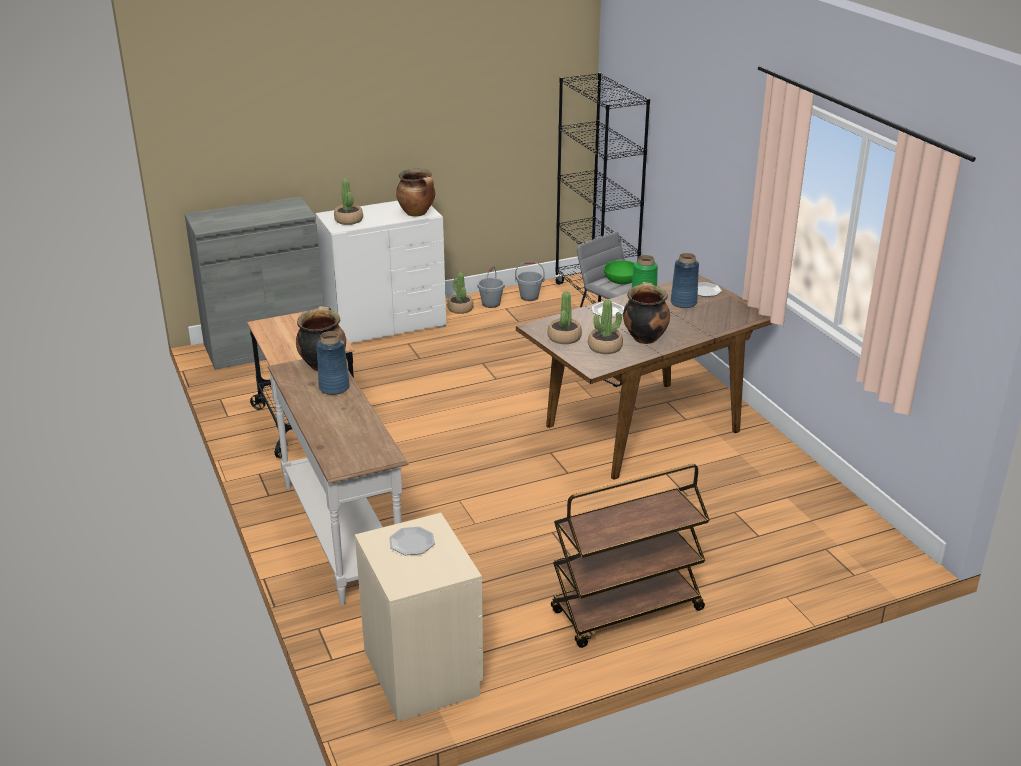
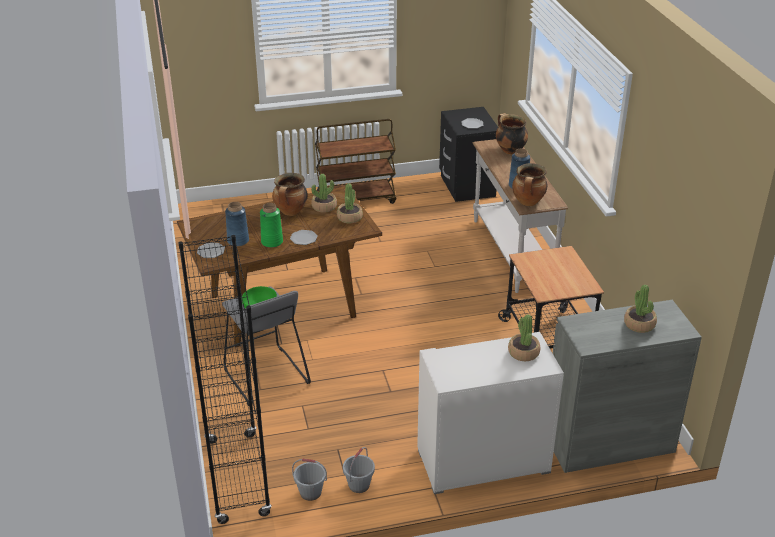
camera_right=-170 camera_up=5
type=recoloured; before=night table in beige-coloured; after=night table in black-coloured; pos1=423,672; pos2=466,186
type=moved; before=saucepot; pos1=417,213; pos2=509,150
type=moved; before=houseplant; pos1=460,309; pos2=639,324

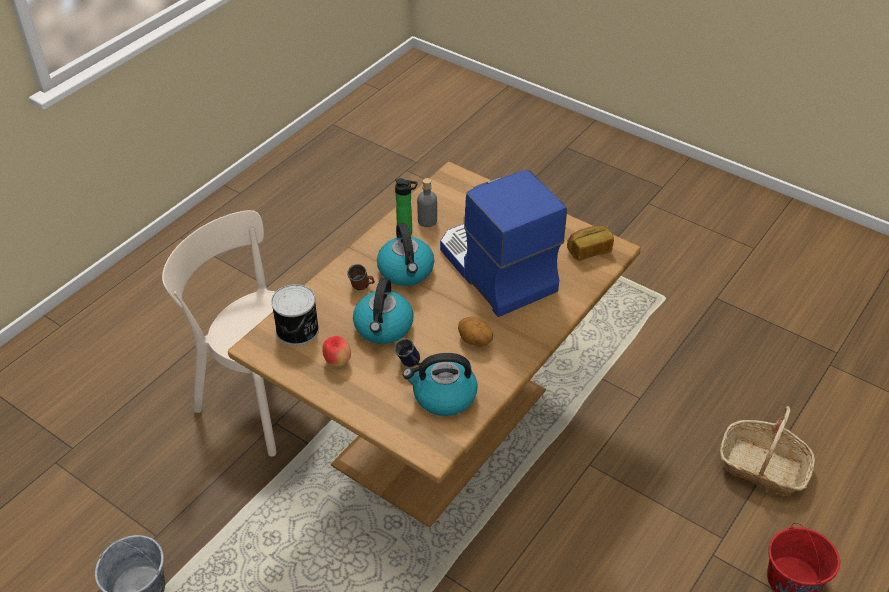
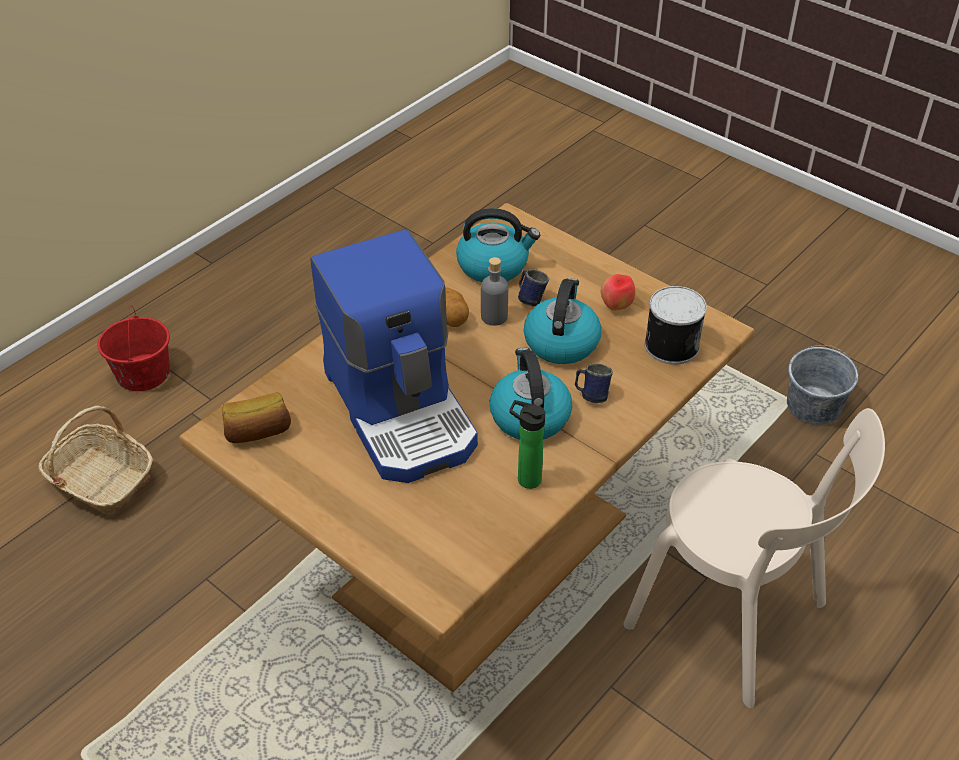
camera_right=-175 camera_up=0
type=recoloured; before=mug in brown-coloured; after=mug in blue; pos1=362,288; pos2=591,395
type=moved; before=beverage bottle in gray; pos1=427,221; pos2=494,316

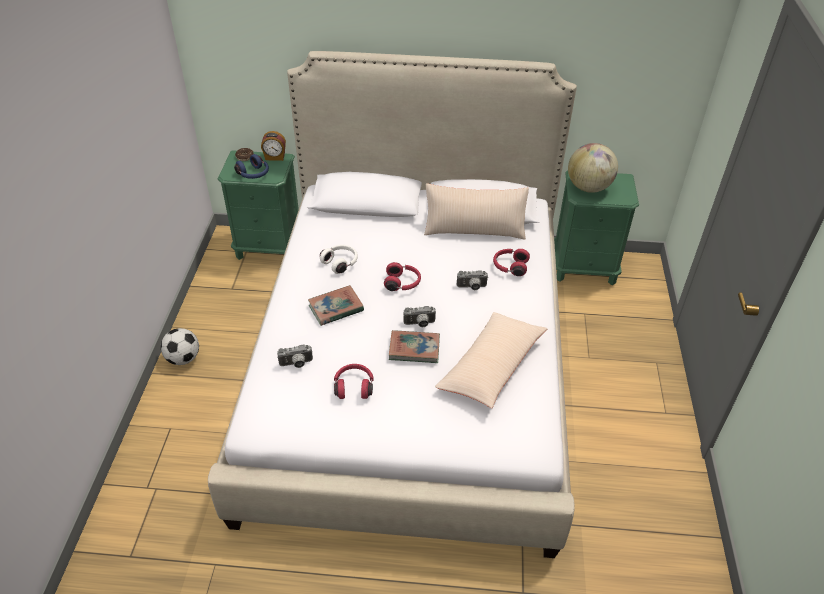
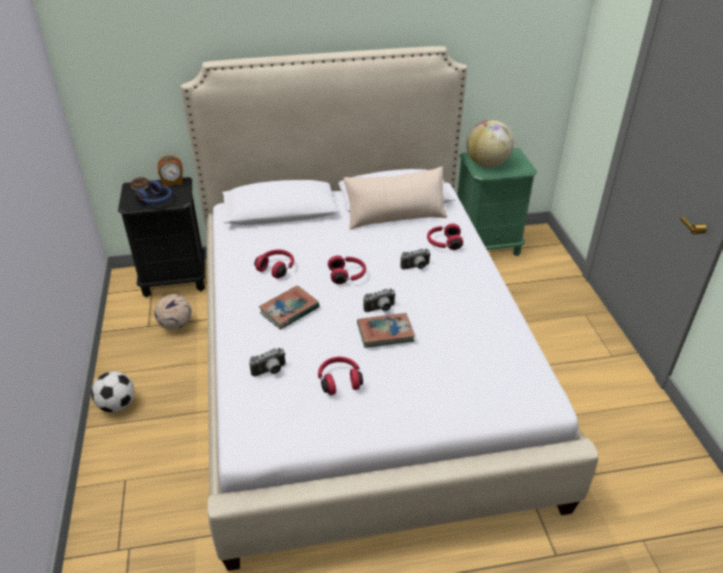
camera_right=-15 camera_up=-5
type=recoloured; before=night table in green-coloured; after=night table in black-coloured; pos1=269,246; pos2=174,279
type=recoloured; before=pair of headphones in whitish; after=pair of headphones in red-coloured; pos1=340,263; pos2=277,268
type=removed; before=pillow in beige-coloured; pos1=491,366
type=added; after=football ball; pos2=175,325

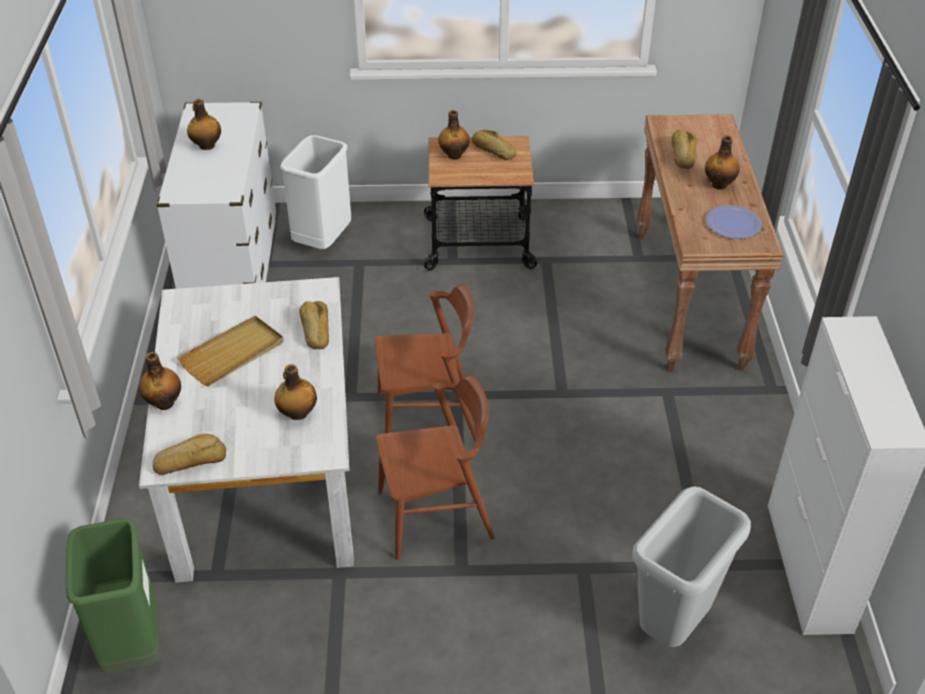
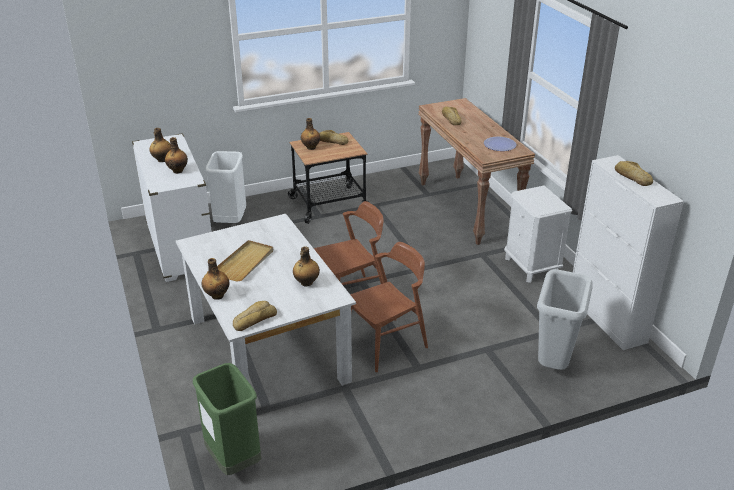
camera_right=-20 camera_up=-10
type=moved; before=baked bread; pos1=315,329; pos2=632,177
type=moved; before=beverage bottle; pos1=719,184; pos2=178,171
type=added; after=night table in whitish; pos2=531,267

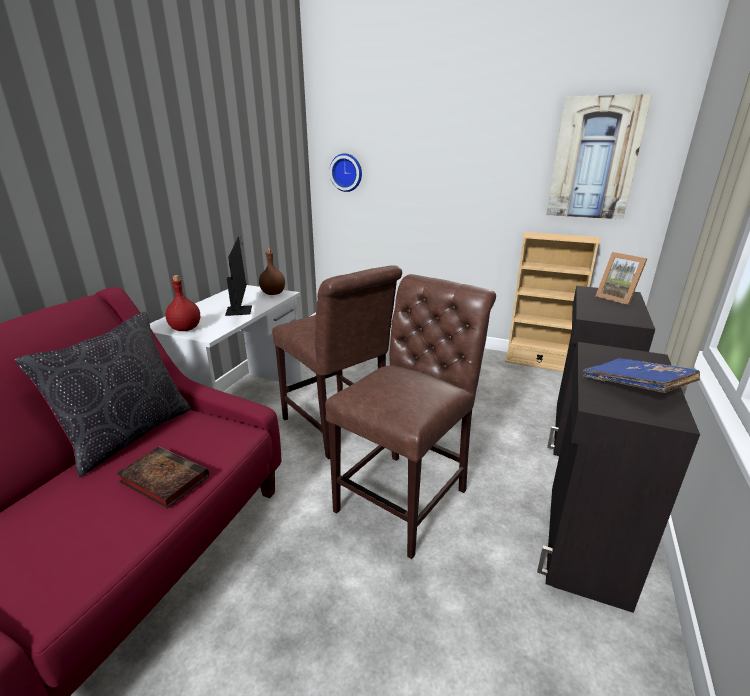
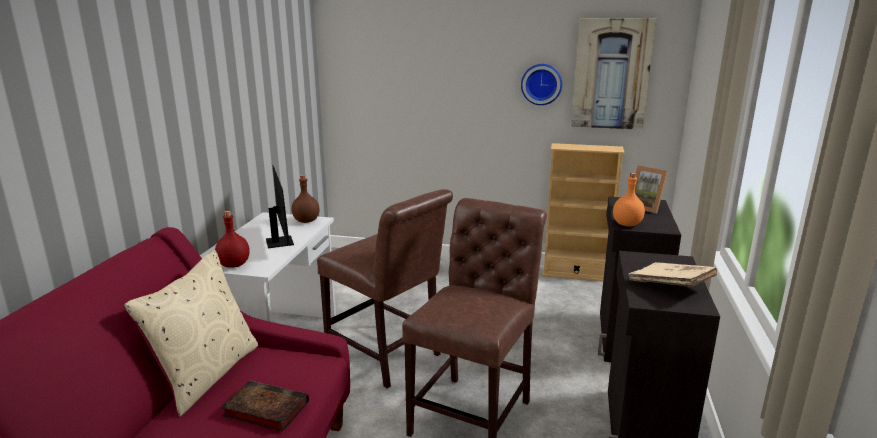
camera_right=-10 camera_up=-5
type=recoloured; before=pillow in black-coloured; after=pillow in beige-coloured; pos1=128,434; pos2=206,374
type=moved; before=hanging clock; pos1=346,172; pos2=541,84
type=recoloured; before=bound book in blue; after=bound book in beige-coloured; pos1=635,388; pos2=670,286
type=added; after=beverage bottle in orangey; pos2=627,224

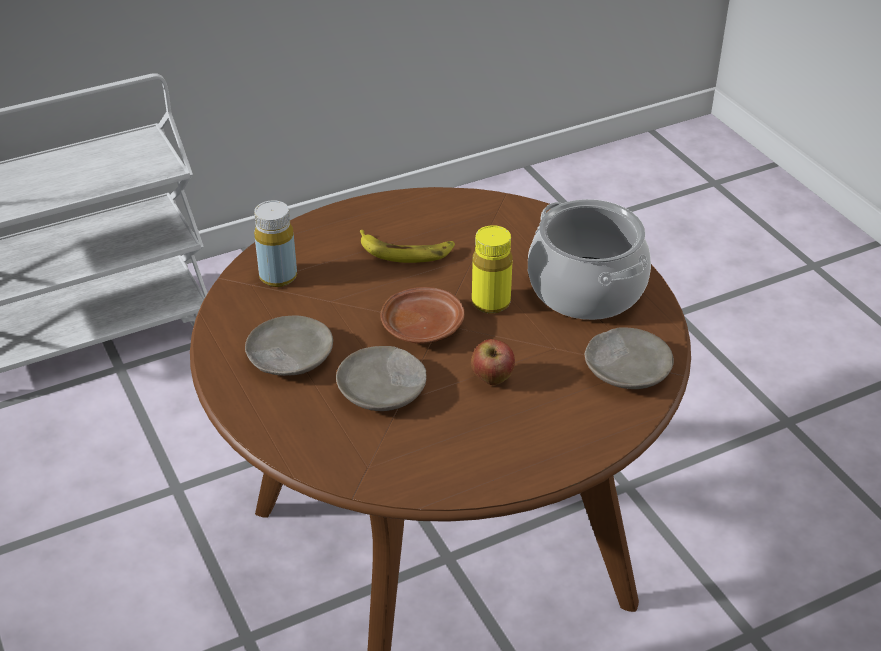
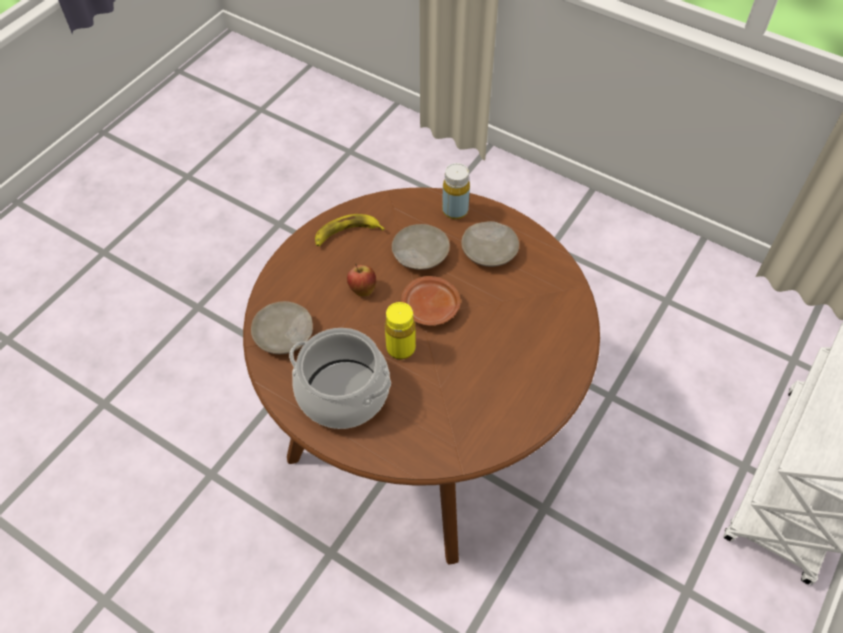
camera_right=150 camera_up=15
type=moved; before=beverage bottle in yellowish; pos1=278,276; pos2=455,211
type=moved; before=whole banana; pos1=406,251; pos2=347,233

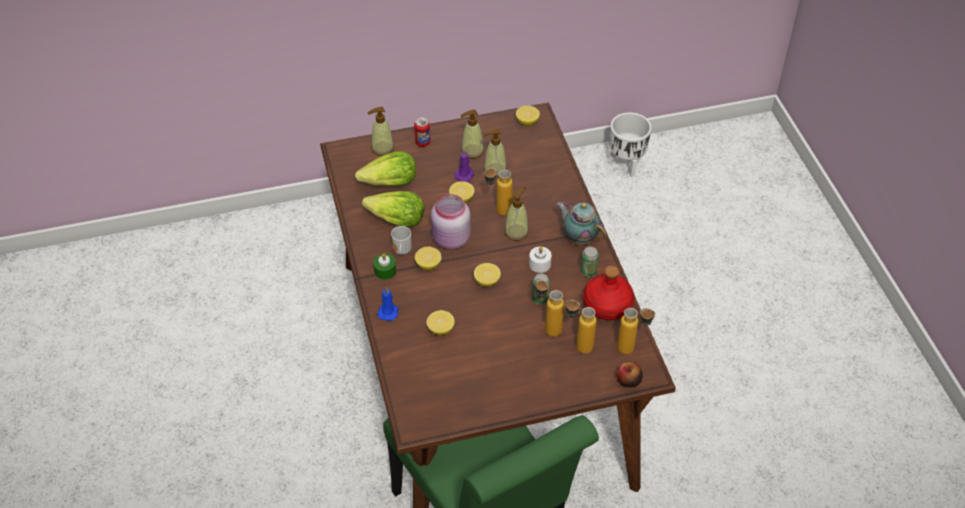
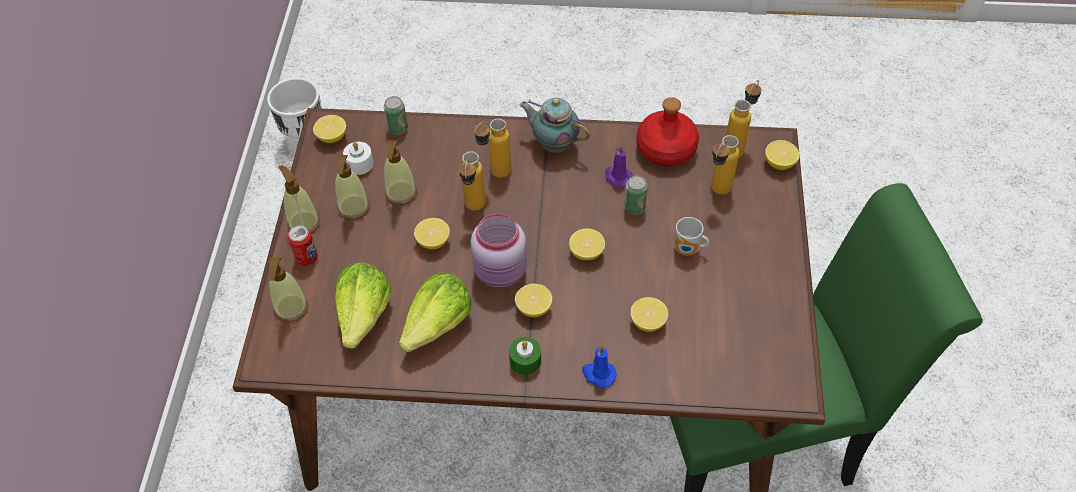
camera_right=-70 camera_up=5
type=moved; before=mug; pos1=401,251; pos2=687,250
type=moved; before=candle in purple; pos1=465,174; pos2=617,177
type=moved; before=soap dispenser; pos1=516,232; pos2=303,223
type=moved; before=candle in whitish; pos1=539,264; pos2=359,164
type=moved; before=beverage bottle; pos1=547,327; pos2=494,175
type=turned; before=pot for tea; pos1=579,238; pos2=554,144; turn=60
type=moved; before=metal can; pos1=588,271; pos2=398,128
type=replaced; before=whole apple; after=lemon; pos1=628,380; pos2=779,163

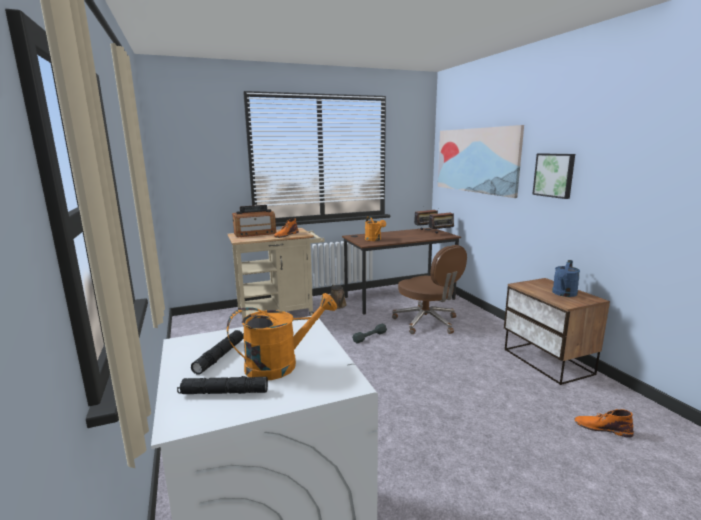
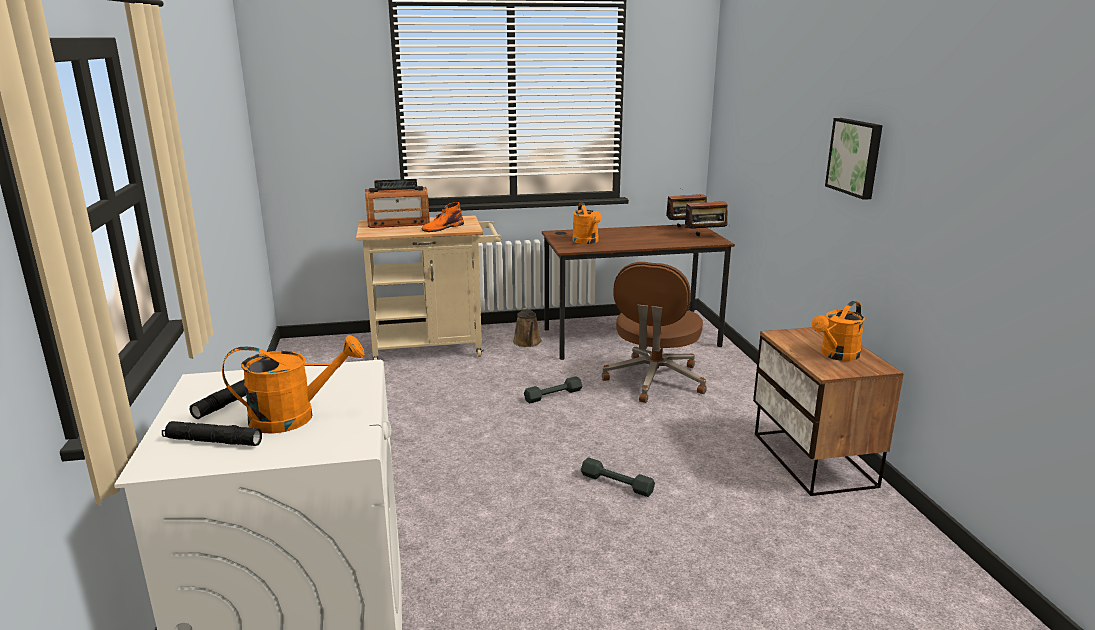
camera_right=10 camera_up=5
type=turned; before=computer chair in brown-coloured; pos1=427,322; pos2=654,381; turn=45
type=removed; before=wall art; pos1=475,160
type=recoloured; before=sprinkling can in blue; after=sprinkling can in orangey; pos1=563,294; pos2=836,355
type=removed; before=high-top boot in orangey; pos1=602,428
type=added; after=free weight in gray; pos2=617,483

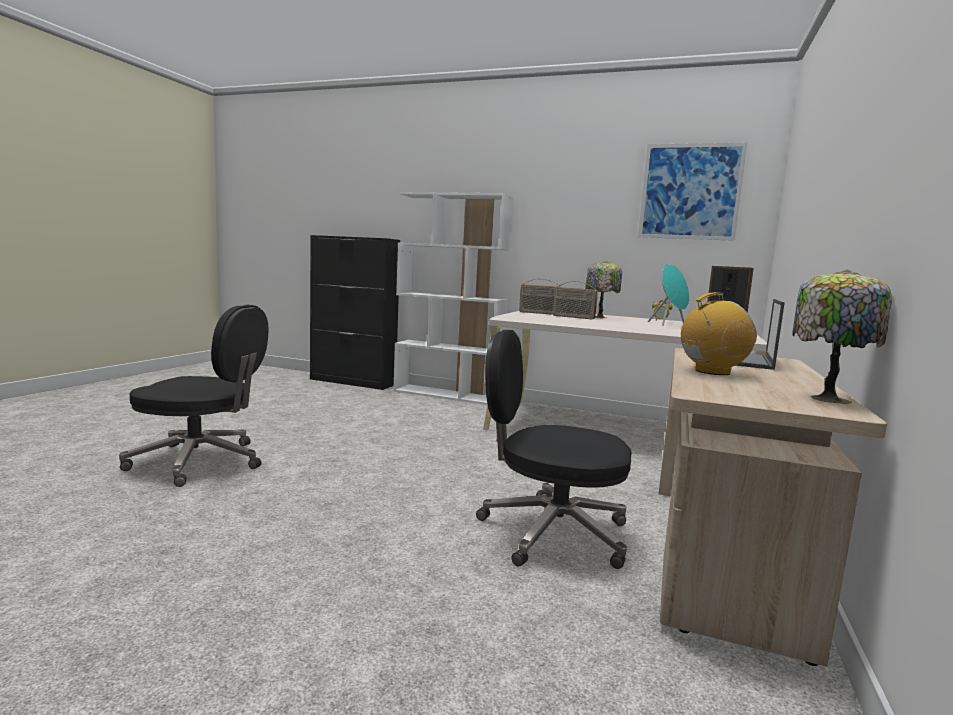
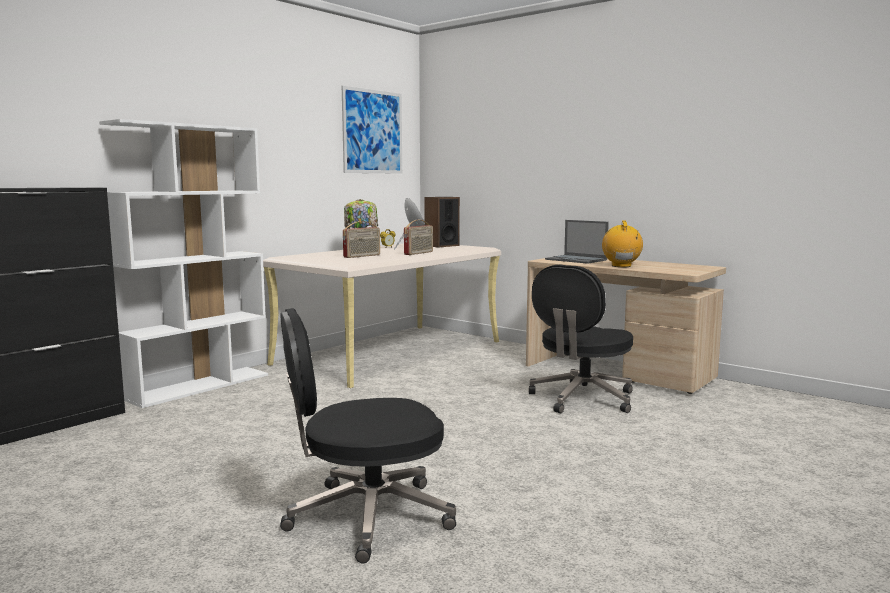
camera_right=-70 camera_up=0
type=turned; before=computer chair in black-coloured; pos1=201,462; pos2=366,517; turn=-135
type=moved; before=radio; pos1=539,313; pos2=419,253
type=removed; before=tabletop lamp; pos1=827,398

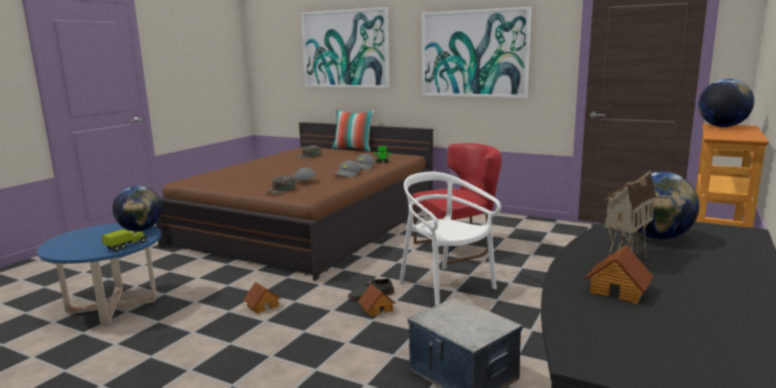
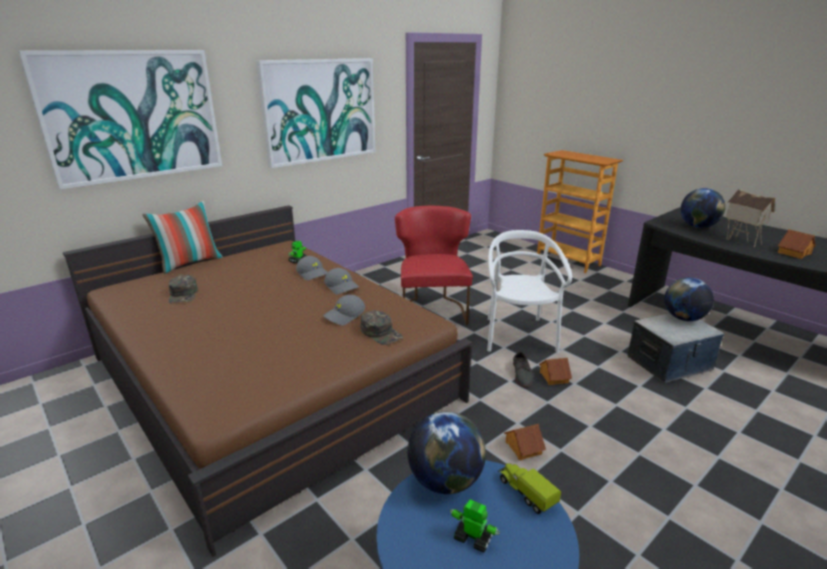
camera_right=-70 camera_up=10
type=turned; before=upright chair in whitish; pos1=445,287; pos2=518,335; turn=105
type=moved; before=globe; pos1=722,127; pos2=683,318
type=added; after=robot figure; pos2=473,537

